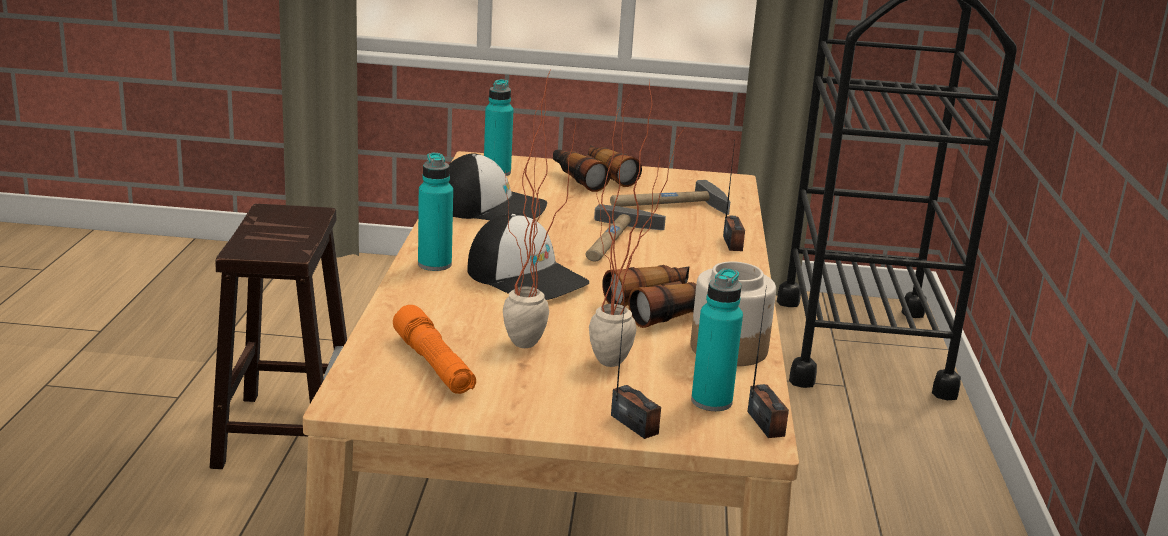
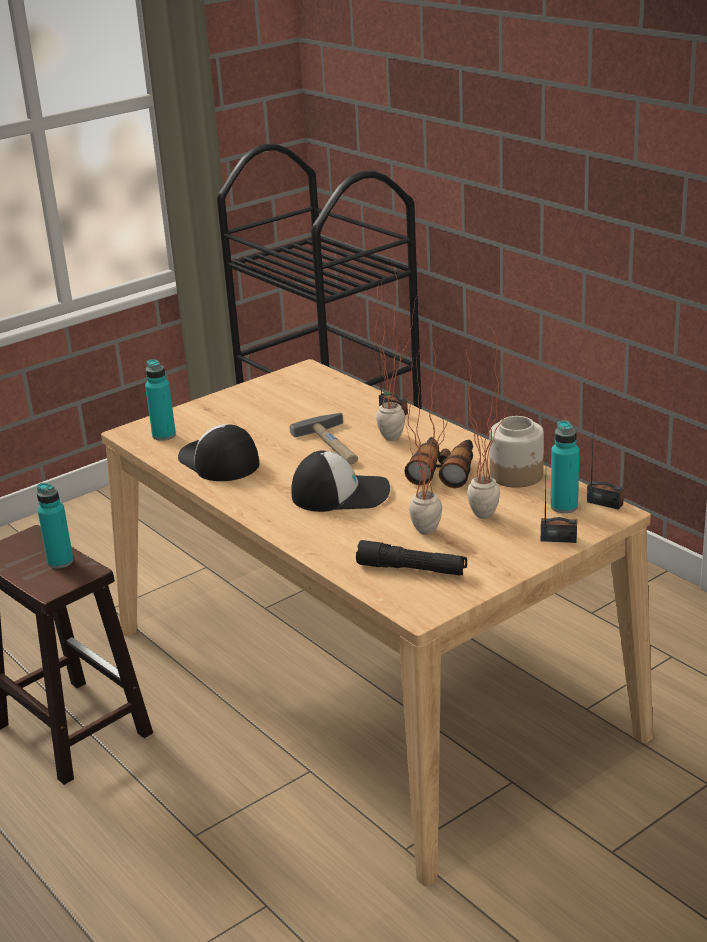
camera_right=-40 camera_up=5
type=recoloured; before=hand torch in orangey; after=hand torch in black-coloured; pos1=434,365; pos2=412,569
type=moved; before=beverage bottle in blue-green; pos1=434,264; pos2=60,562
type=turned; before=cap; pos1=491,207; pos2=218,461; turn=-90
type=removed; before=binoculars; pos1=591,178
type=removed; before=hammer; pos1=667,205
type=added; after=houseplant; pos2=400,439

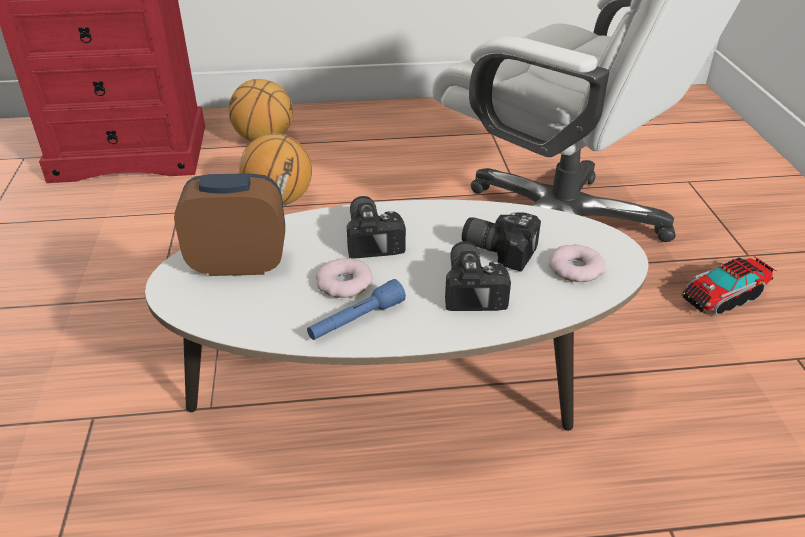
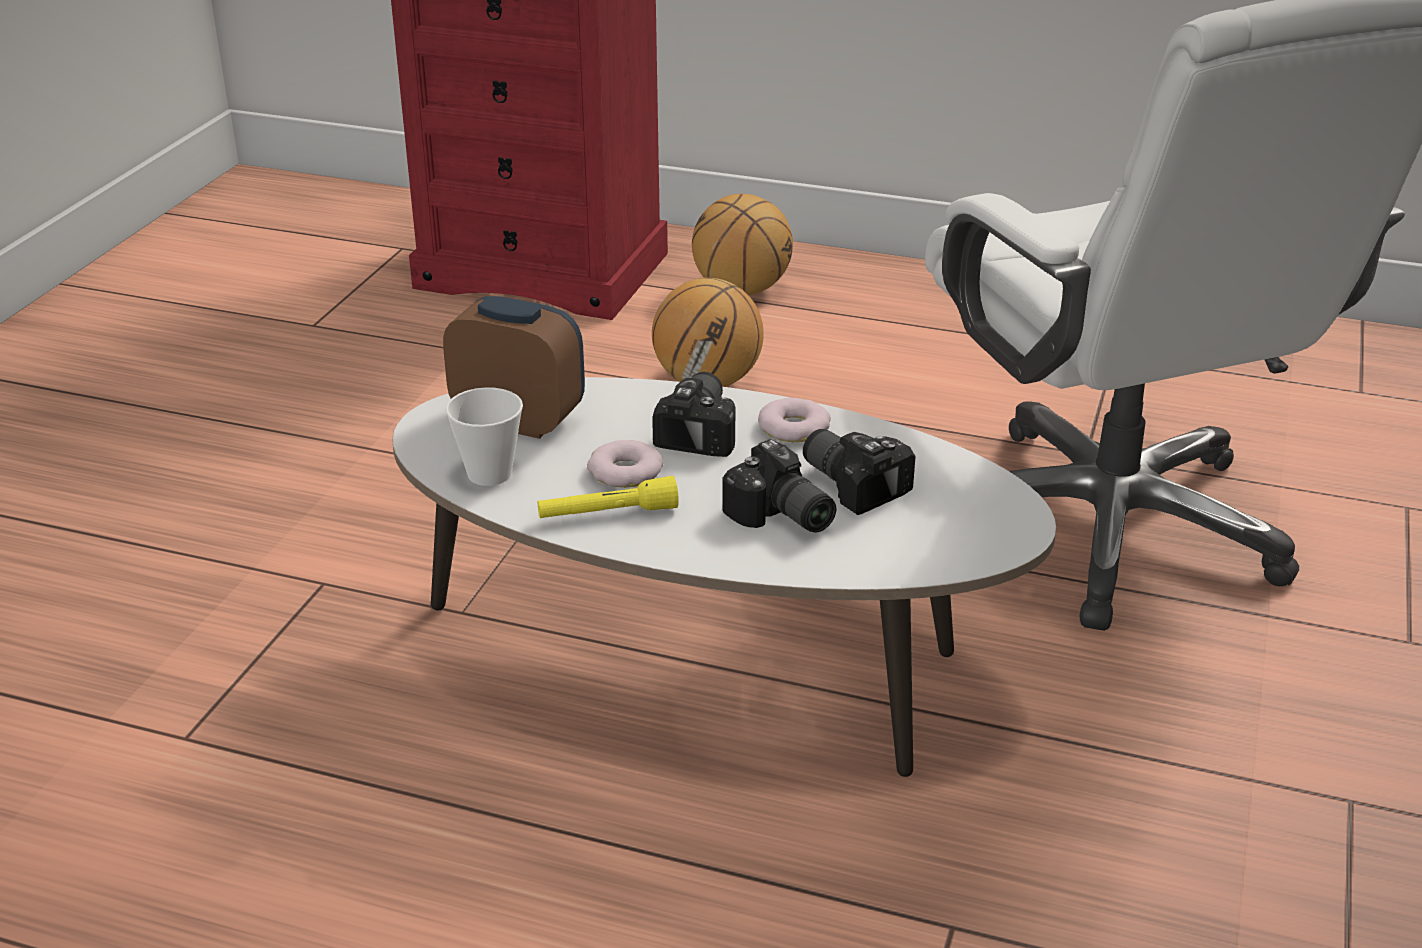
camera_right=25 camera_up=-5
type=recoloured; before=hand torch in blue; after=hand torch in yellowish; pos1=356,320; pos2=608,514
type=turned; before=photo camera; pos1=474,288; pos2=780,517; turn=120
type=moved; before=doughnut; pos1=576,268; pos2=794,428
type=removed; before=model truck; pos1=723,297
type=added; after=small cup; pos2=489,474

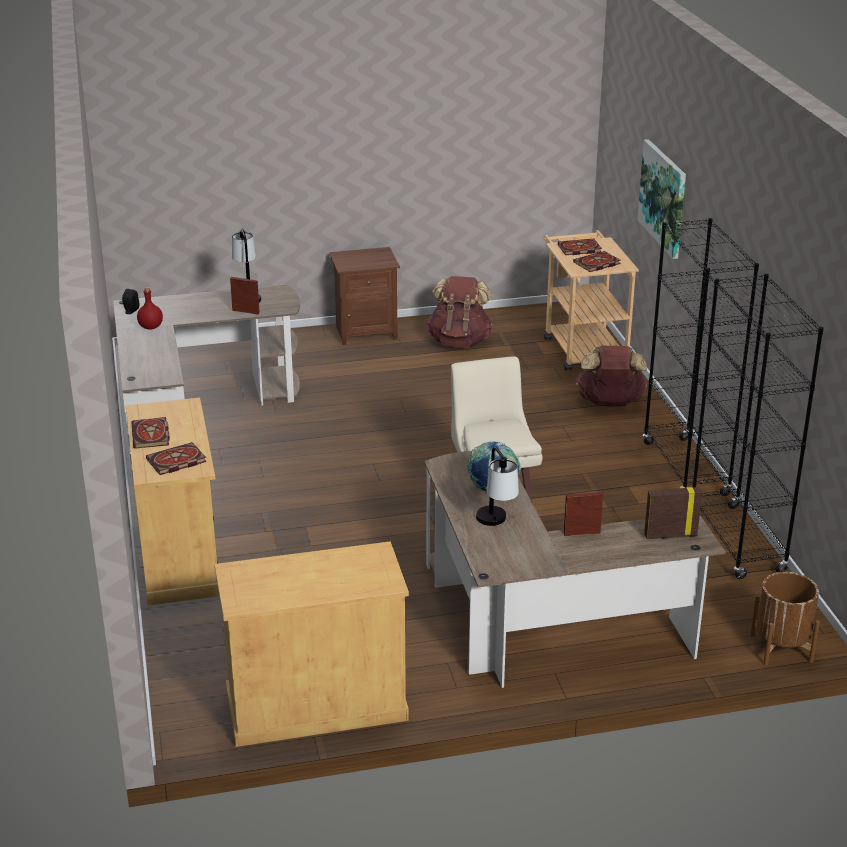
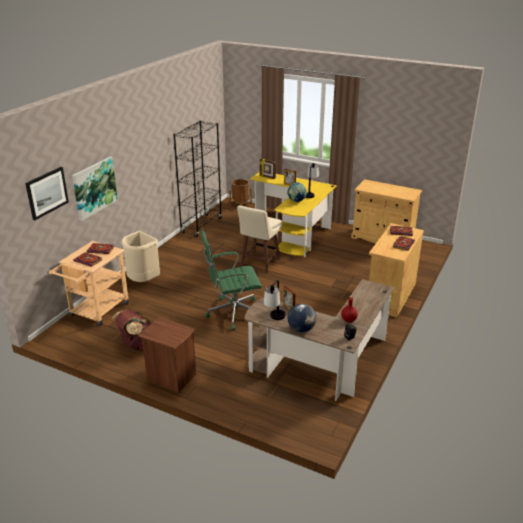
camera_right=-140 camera_up=0
type=recoloured; before=desk in brown-coloured; after=desk in yellowish; pos1=535,625; pos2=295,231
type=replaced; before=backpack in brown-coloured; after=waste bin in beige-coloured; pos1=609,403; pos2=143,281
type=removed; before=bookshelf in black-coloured; pos1=685,469
type=added; after=wall art; pos2=47,192
type=added; after=computer chair in green-coloured; pos2=233,313
type=added; after=globe; pos2=301,329

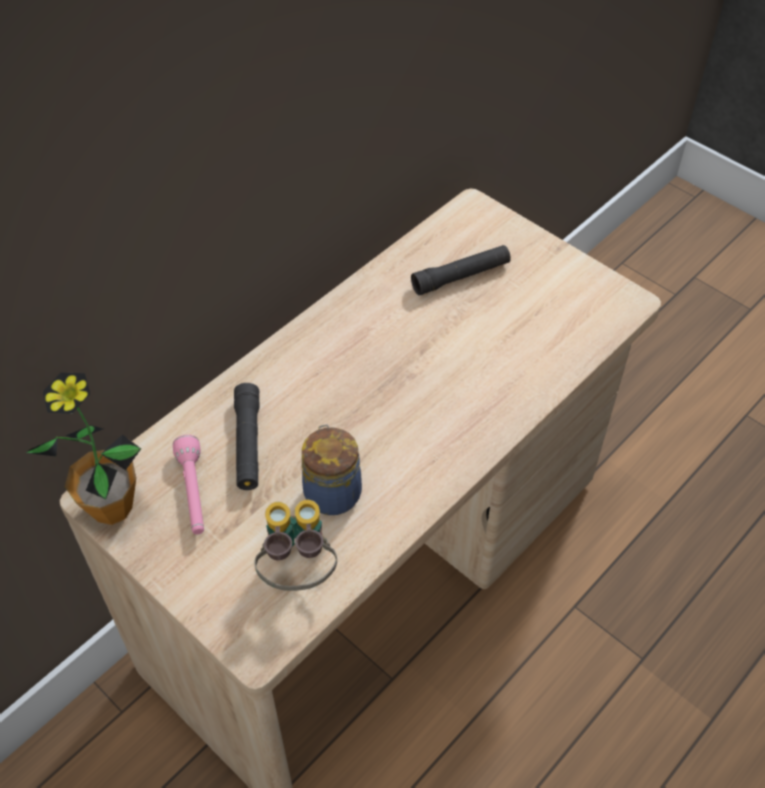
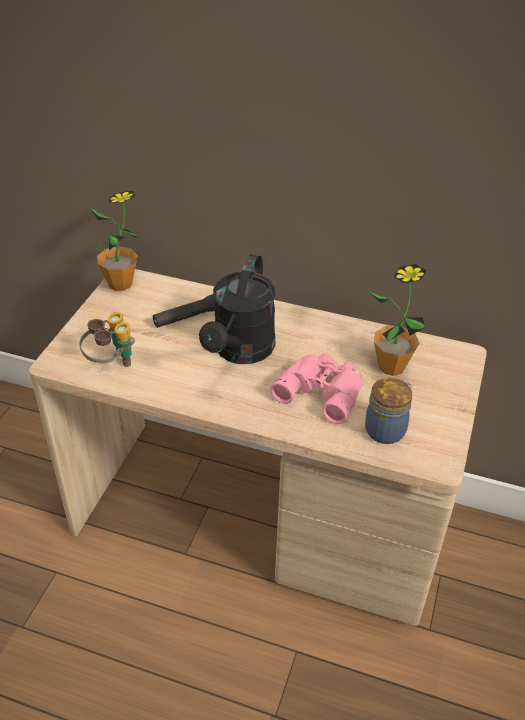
camera_right=65 camera_up=-10
type=removed; before=hand torch in pinkish; pos1=193,493
type=moved; before=jar; pos1=332,491; pos2=386,430
type=replaced; before=hand torch in black-coloured; after=houseplant; pos1=461,276; pos2=391,366
type=added; after=sprinkling can in black-coloured; pos2=241,352
type=added; after=binoculars in pinkish; pos2=322,390

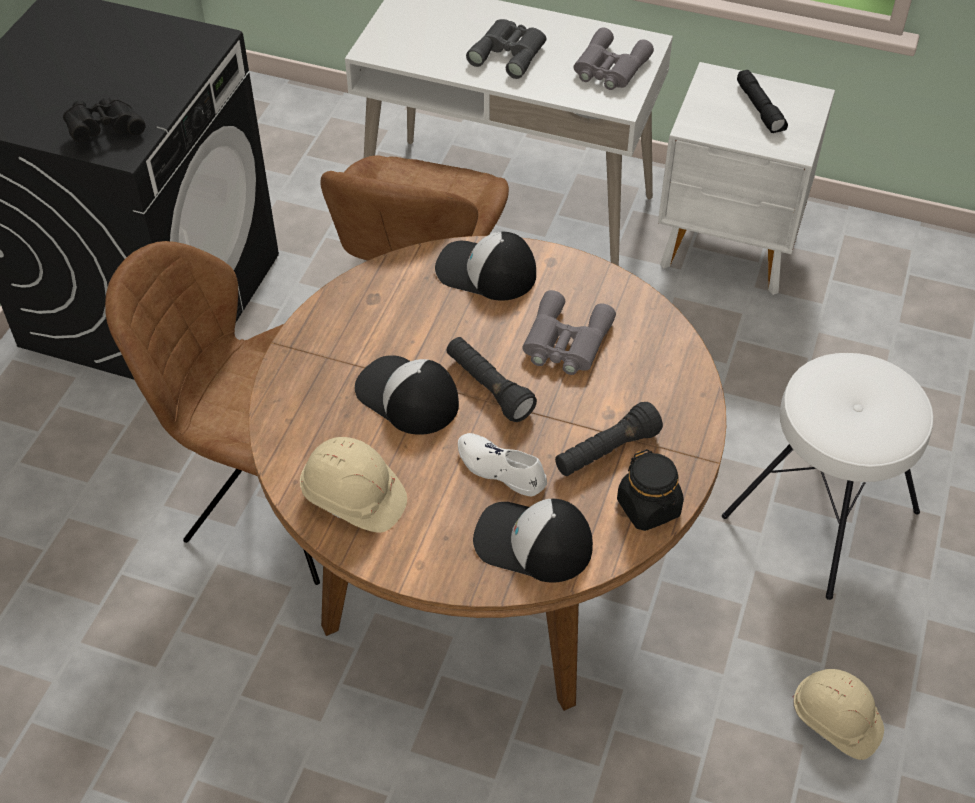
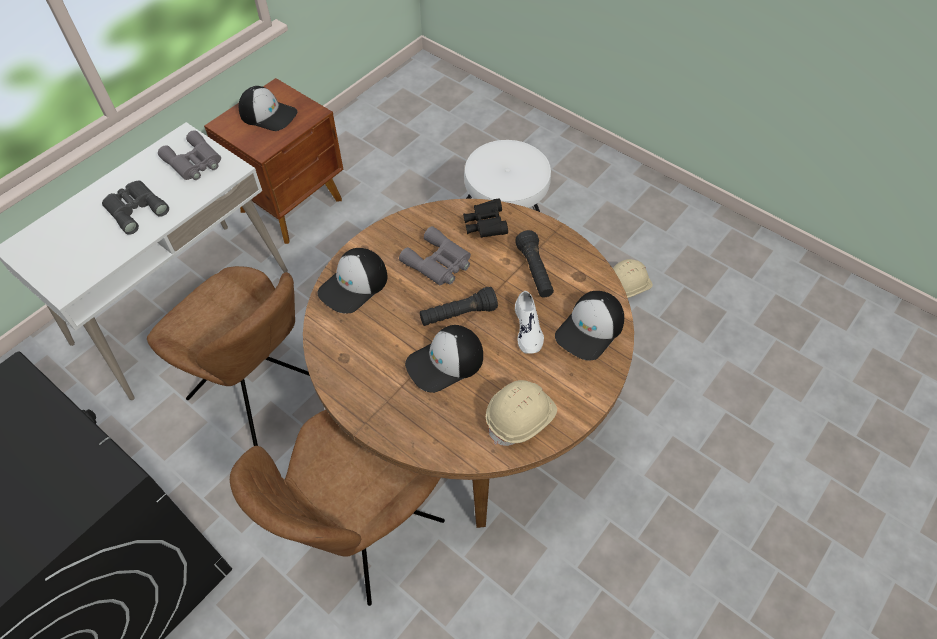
camera_right=-70 camera_up=5
type=moved; before=binoculars in black-coloured; pos1=105,130; pos2=485,226
type=turned; before=low shoe in whitish; pos1=500,469; pos2=528,328; turn=-60
type=removed; before=jar in black-coloured; pos1=649,507
type=recoloured; before=night table in whitish; after=night table in brown-coloured; pos1=731,248; pos2=293,205
type=replaced; before=hand torch in black-coloured; after=cap; pos1=760,109; pos2=268,114

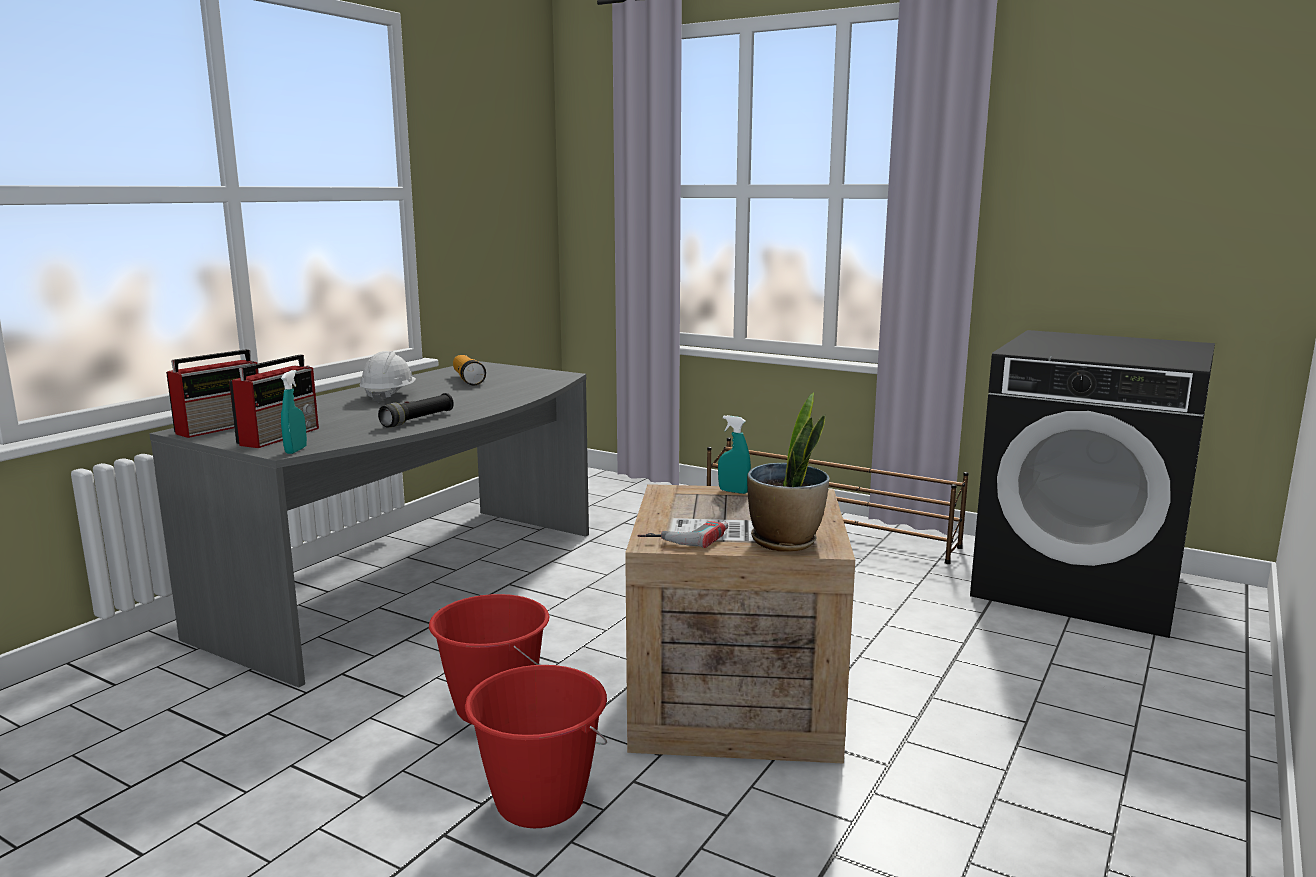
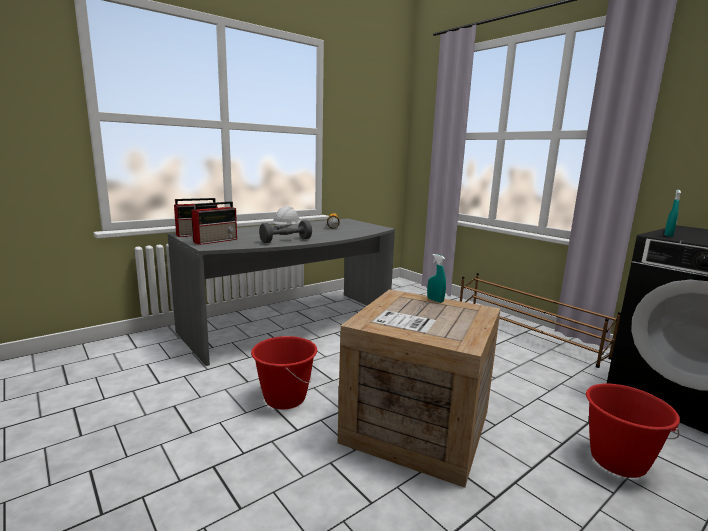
camera_right=20 camera_up=0
type=moved; before=spray bottle in blue-green; pos1=296,450; pos2=668,236
type=replaced; before=hand torch in black-coloured; after=free weight in gray; pos1=418,420; pos2=286,240
type=moved; before=pail in red-coloured; pos1=539,802; pos2=617,461
type=removed; before=electric drill; pos1=685,537
type=removed; before=houseplant; pos1=785,542

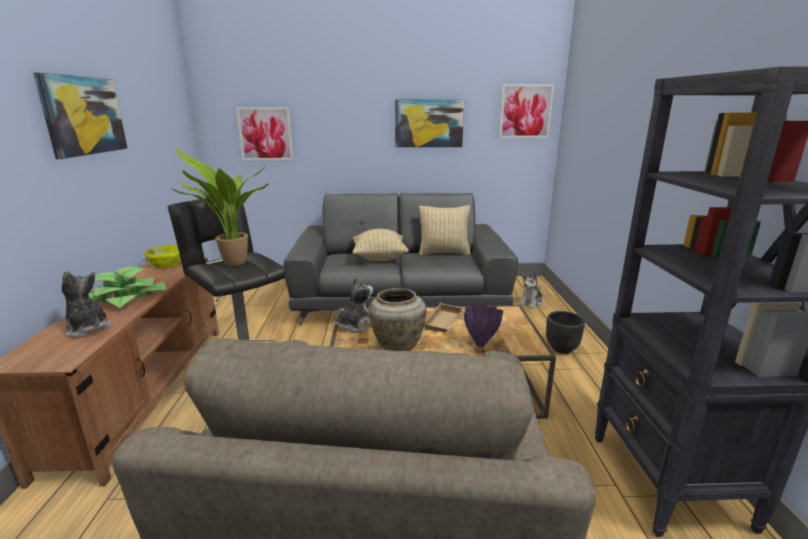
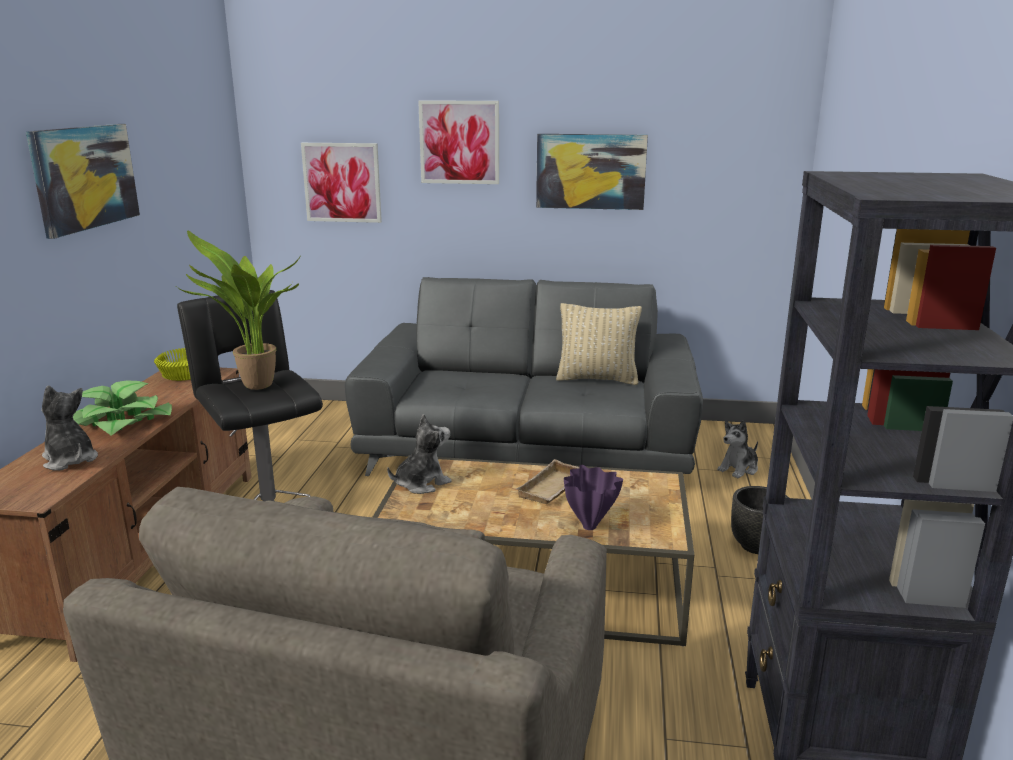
camera_right=10 camera_up=0
type=removed; before=pillow in beige-coloured; pos1=379,258
type=removed; before=vase in beige-coloured; pos1=397,344
type=moved; before=wall art; pos1=525,111; pos2=459,142

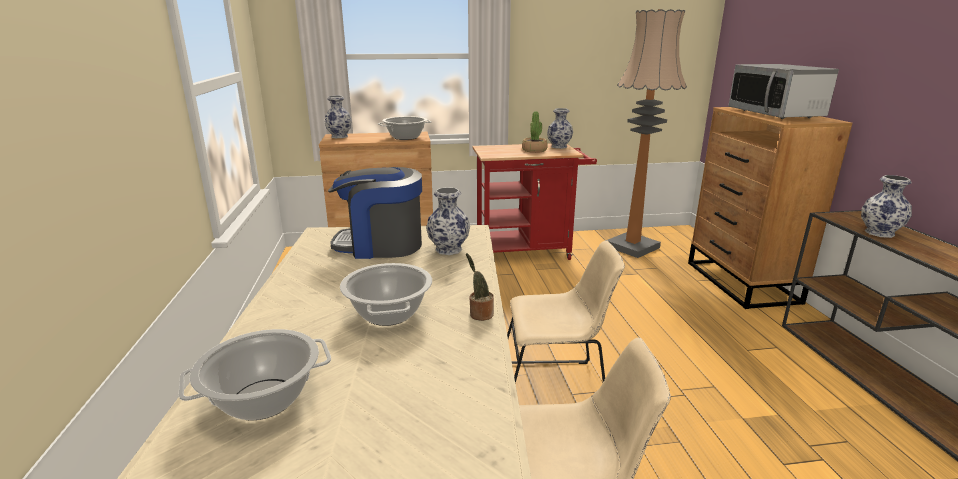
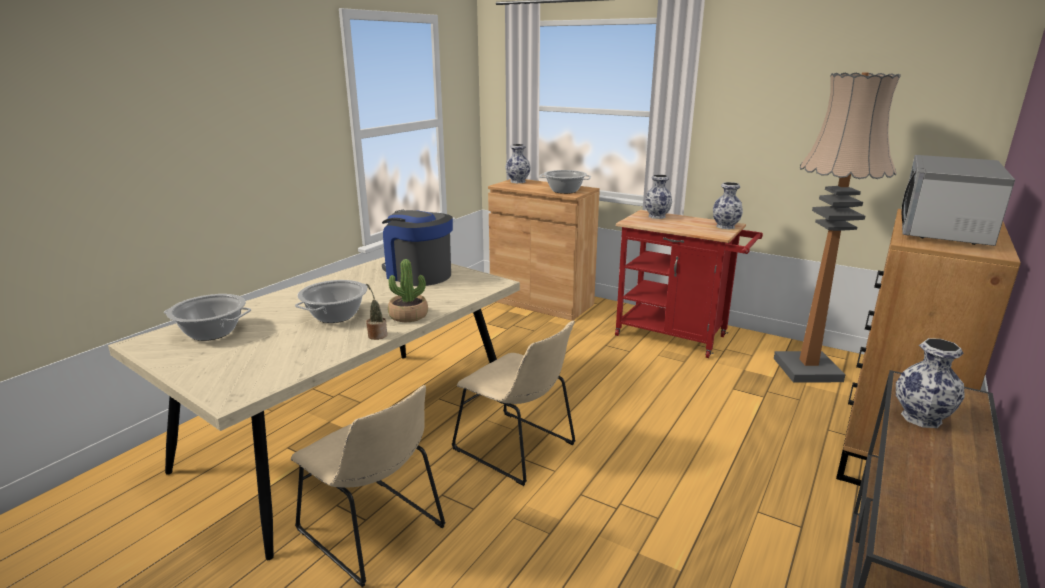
camera_right=40 camera_up=0
type=moved; before=vase; pos1=448,250; pos2=656,216
type=moved; before=houseplant; pos1=534,150; pos2=408,316

